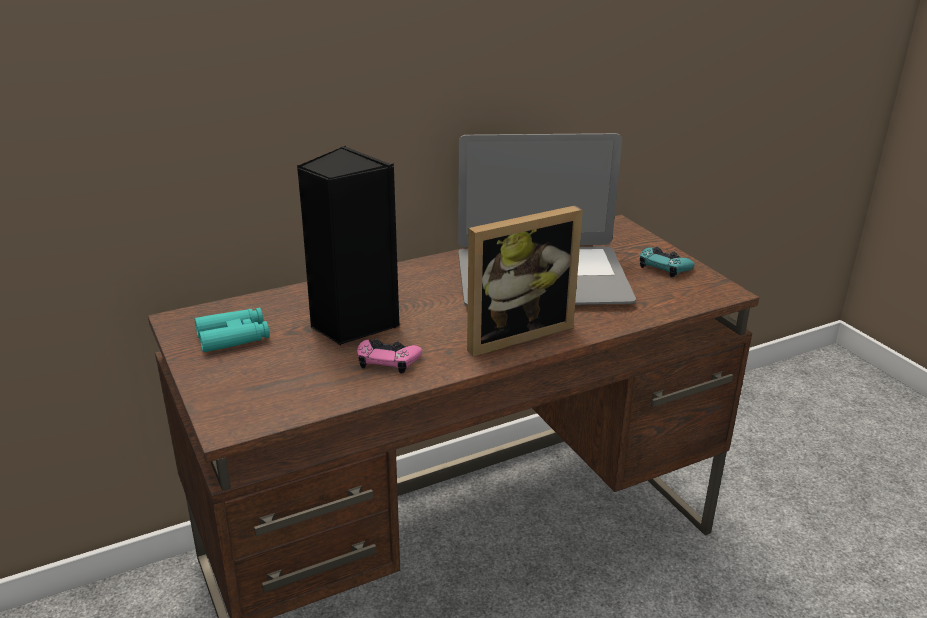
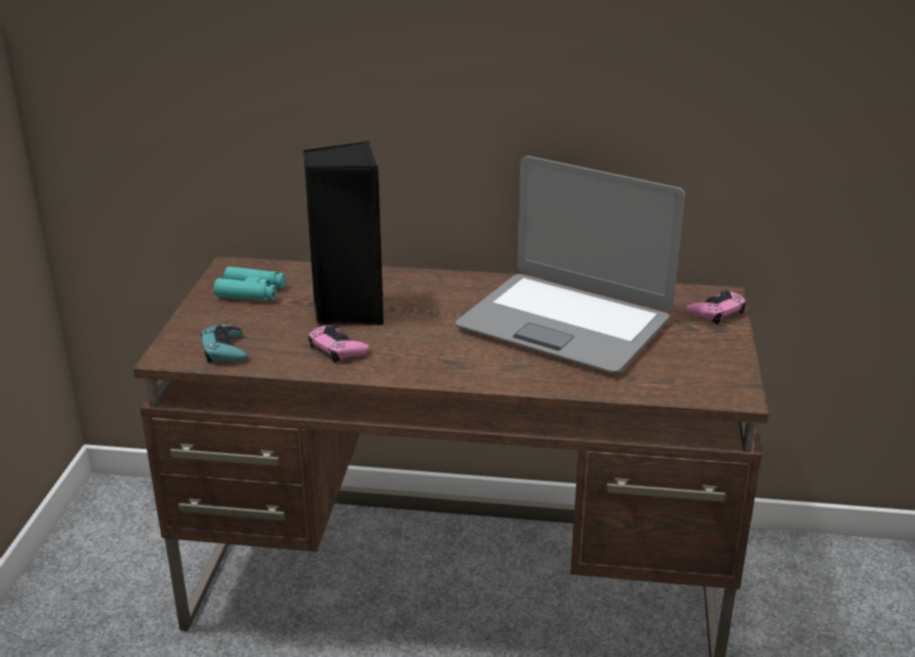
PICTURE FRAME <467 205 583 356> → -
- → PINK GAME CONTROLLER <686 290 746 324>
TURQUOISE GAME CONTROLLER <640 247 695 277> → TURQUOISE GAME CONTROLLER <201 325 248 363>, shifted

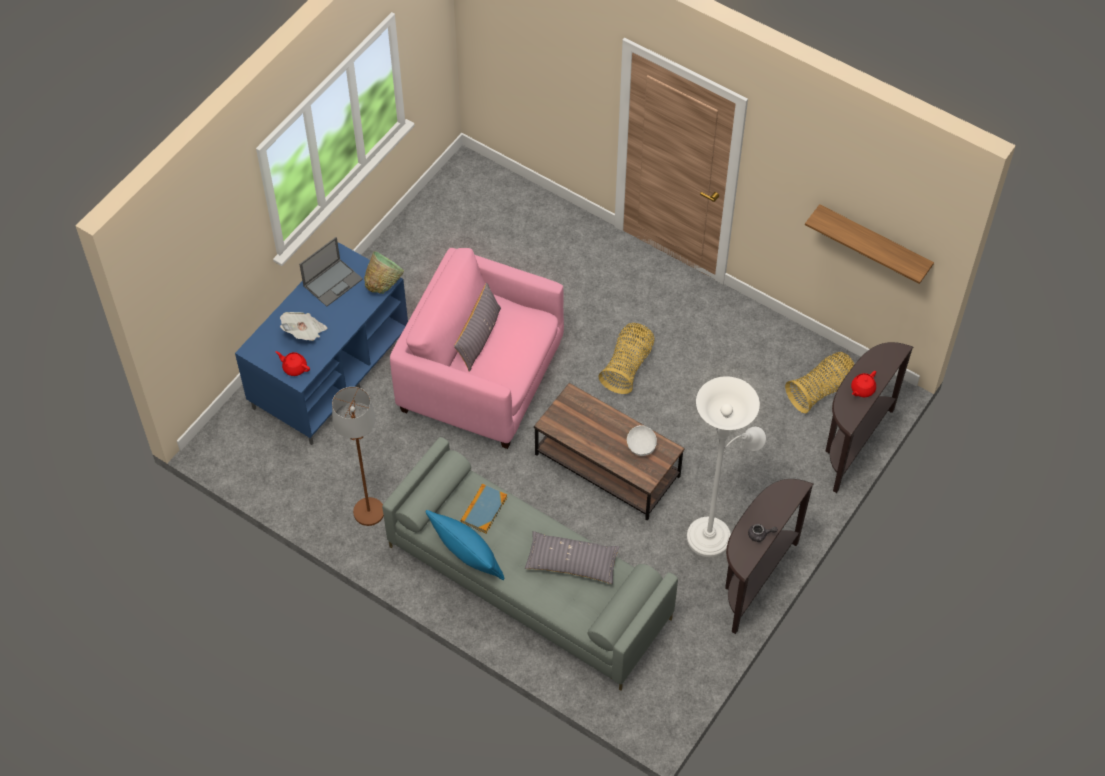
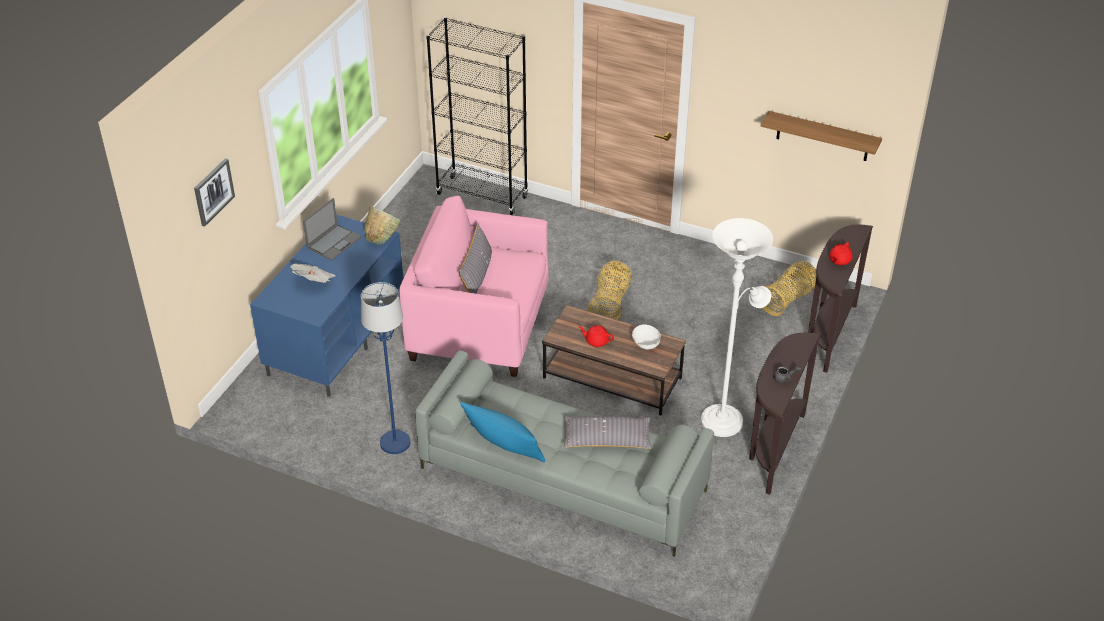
BOOK <461 484 507 533> → -
- → PICTURE <194 158 235 227>
- → BLACK BOOKCASE <426 17 528 215>
RED TEAPOT <276 351 310 376> → RED TEAPOT <579 325 614 347>, shifted
BROWN FLOOR LAMP <332 387 384 526> → BLUE FLOOR LAMP <361 282 410 454>

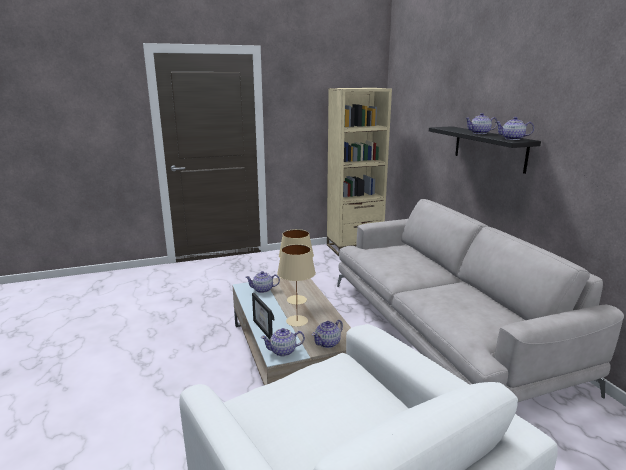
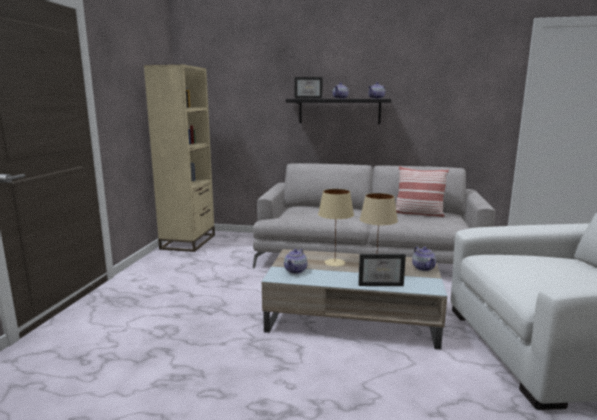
TEAPOT <261 328 305 356> → -
- → PICTURE FRAME <294 77 323 99>
- → PILLOW <396 166 449 217>

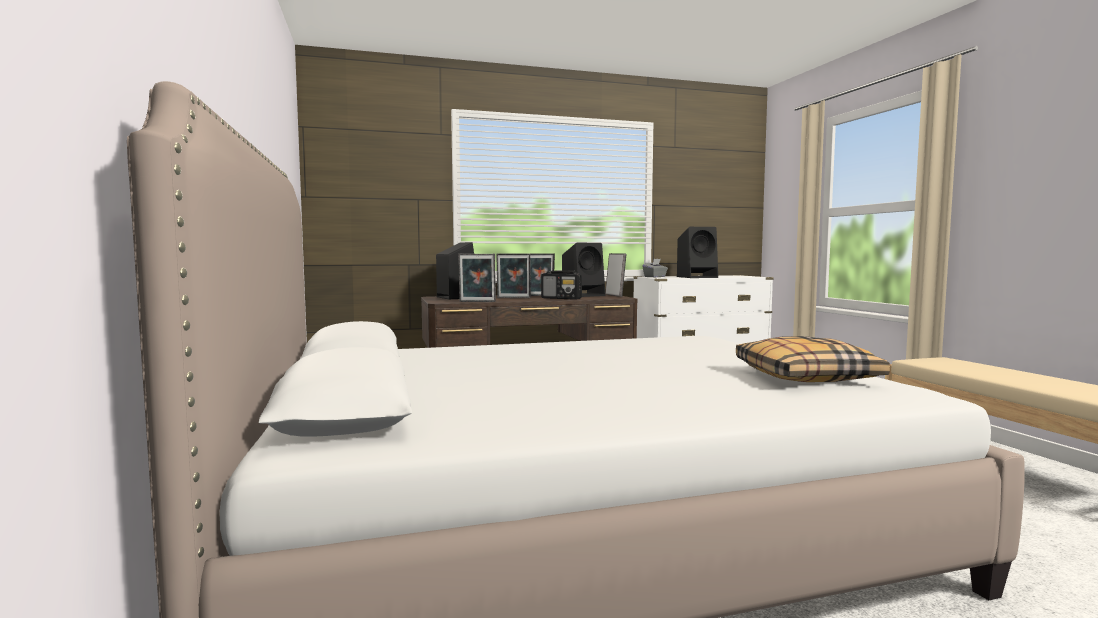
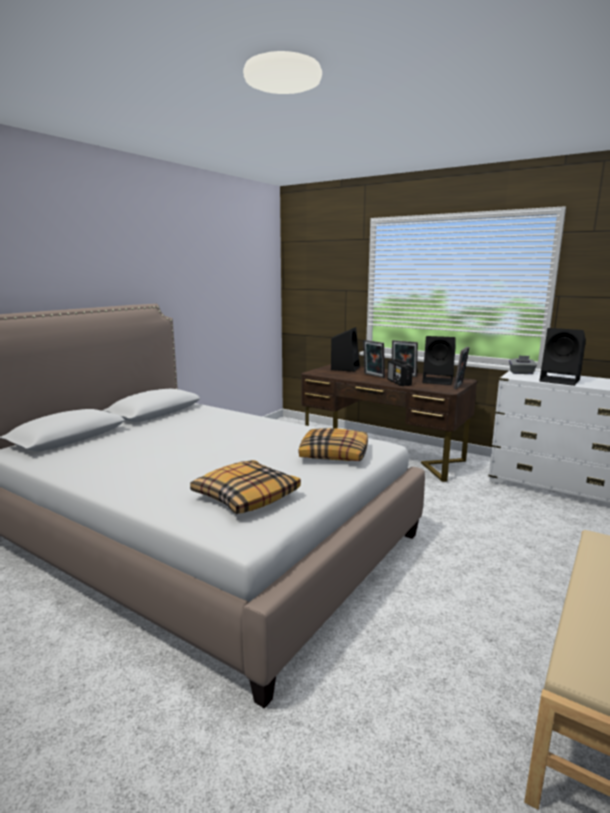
PICTURE FRAME <458 254 496 302> → -
- → PILLOW <299 428 368 461>

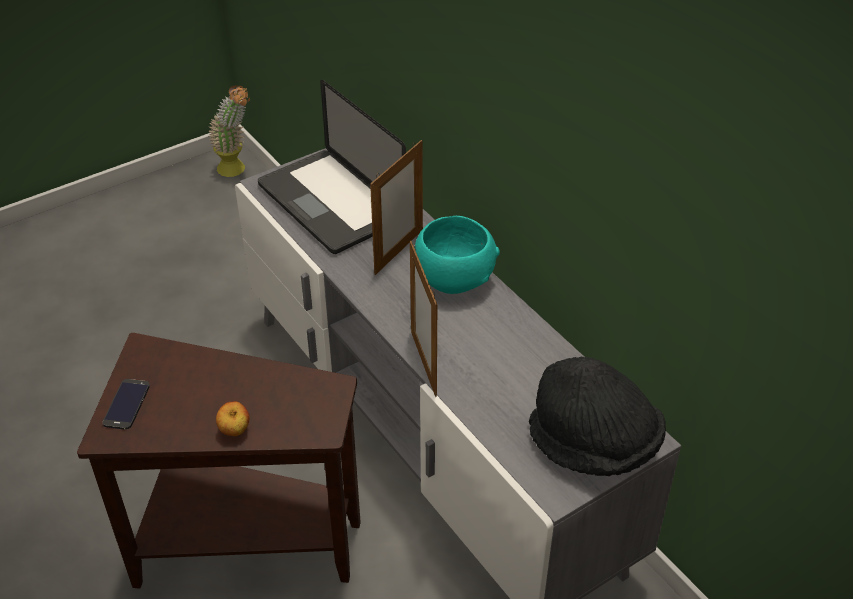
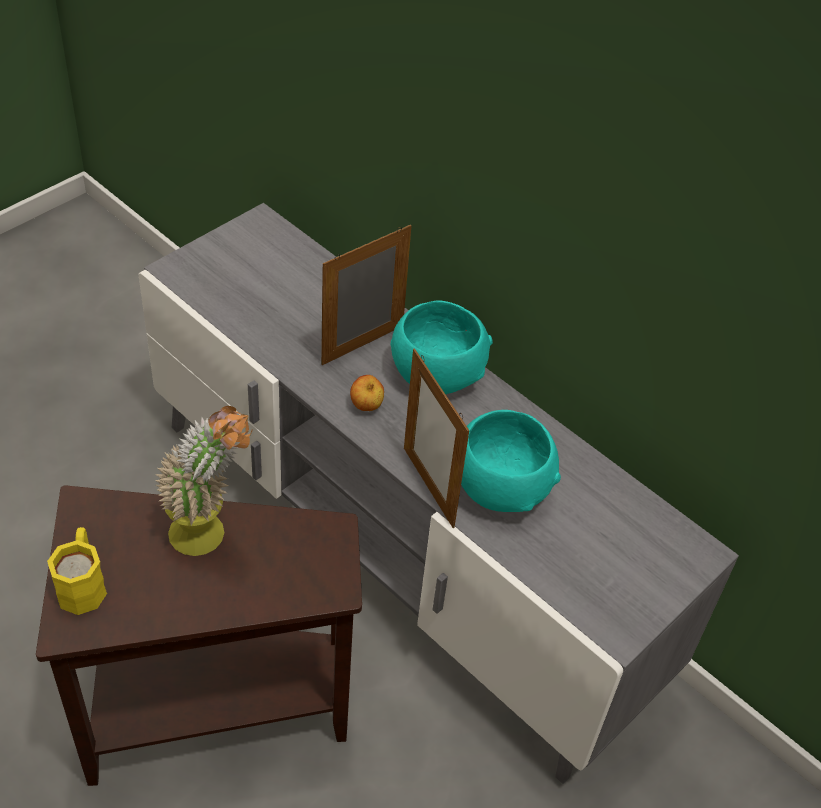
LAPTOP <258 80 406 254> → -
BLACK HAT <529 357 666 476> → -
- → TURQUOISE BOWL <461 410 561 512>
POTTED PLANT <208 85 250 177> → POTTED PLANT <155 406 253 556>, shifted
APPLE <216 401 250 436> → APPLE <350 375 384 411>, shifted
PHONE <103 379 150 430> → YELLOW MUG <47 527 107 615>
PICTURE FRAME <370 140 423 275> → PICTURE FRAME <321 225 411 365>, 150 degrees counterclockwise

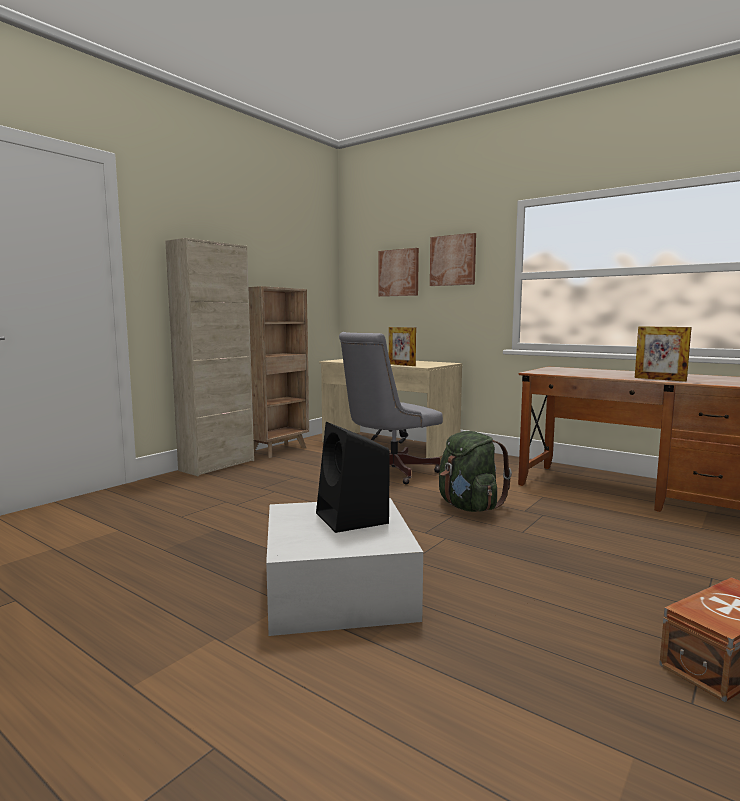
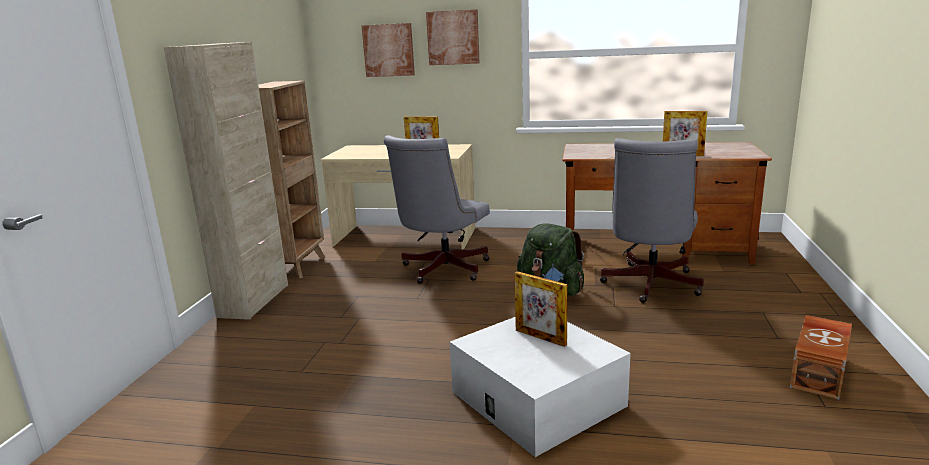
- → GREY OFFICE CHAIR <600 138 704 303>
BLACK SPEAKER <316 422 390 533> → PICTURE FRAME <515 271 568 347>

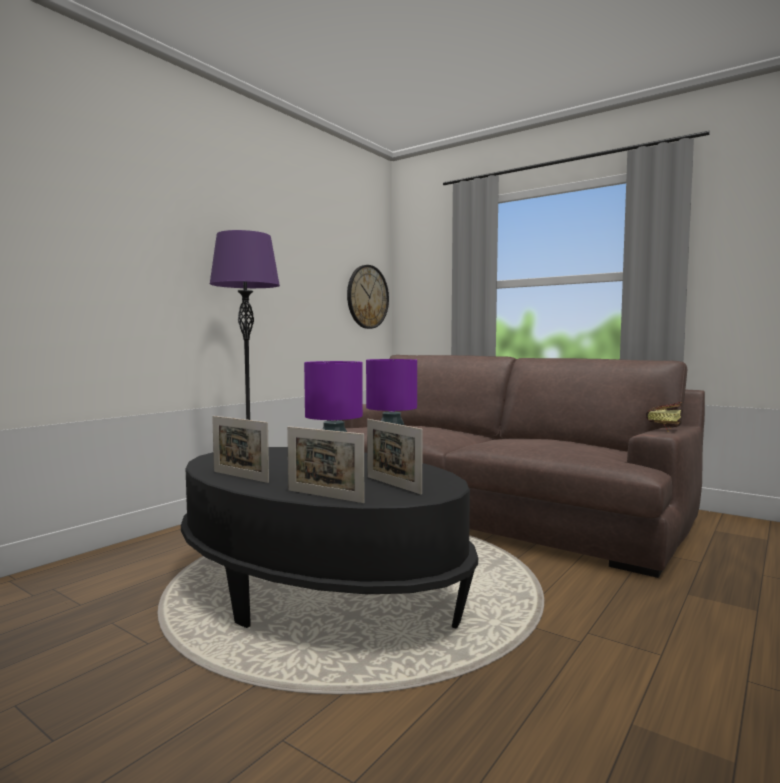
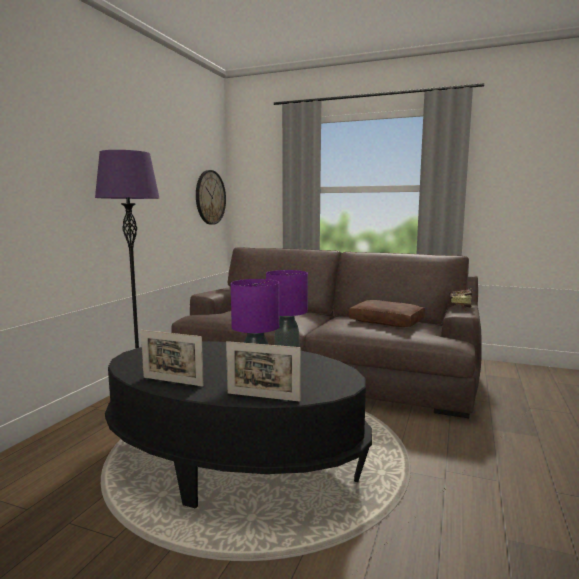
PICTURE FRAME <367 419 423 495> → -
- → BROWN PILLOW <349 300 425 327>

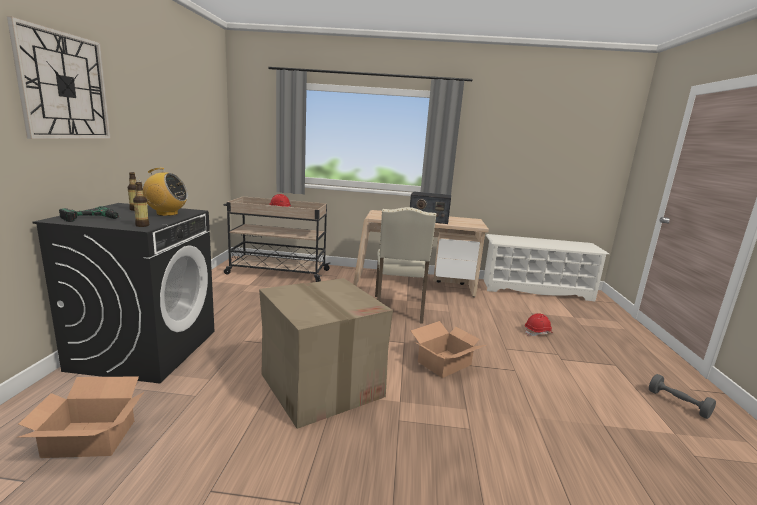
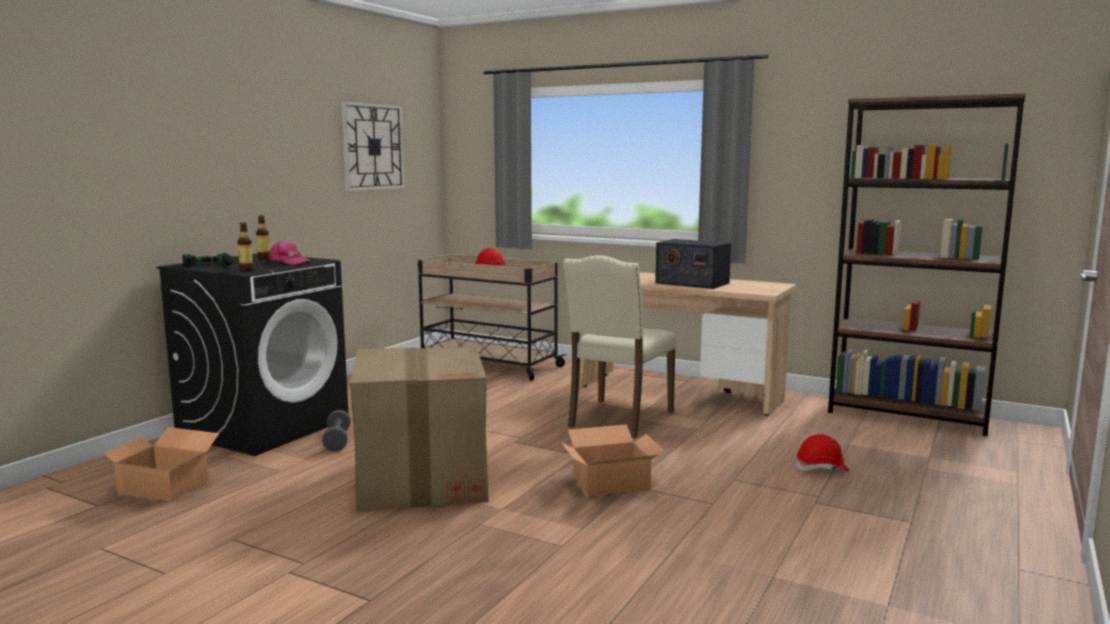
WALL CLOCK <7 16 111 139> → WALL CLOCK <341 102 405 191>, shifted
GREY DUMBBELL <649 374 716 419> → GREY DUMBBELL <322 410 351 451>, shifted
RADIO <139 168 188 216> → PINK CAP <265 241 311 265>
WHITE SHOE RACK <483 234 609 302> → BROWN BOOKCASE <828 93 1026 436>

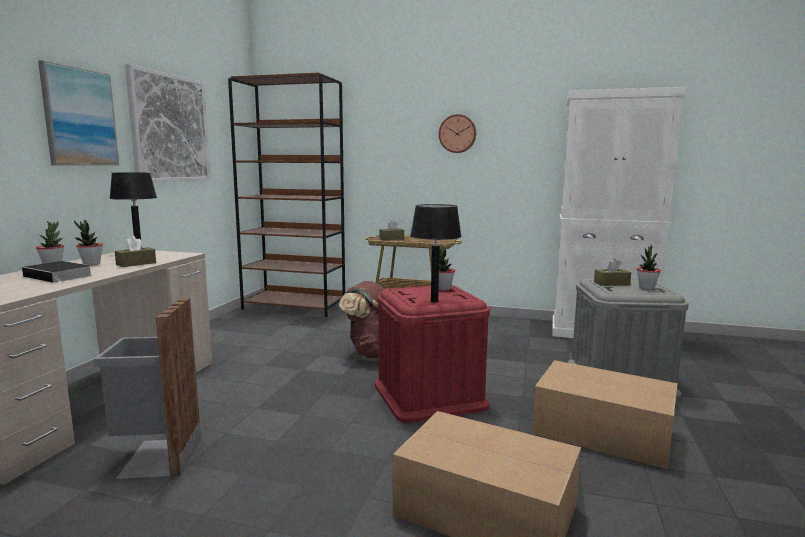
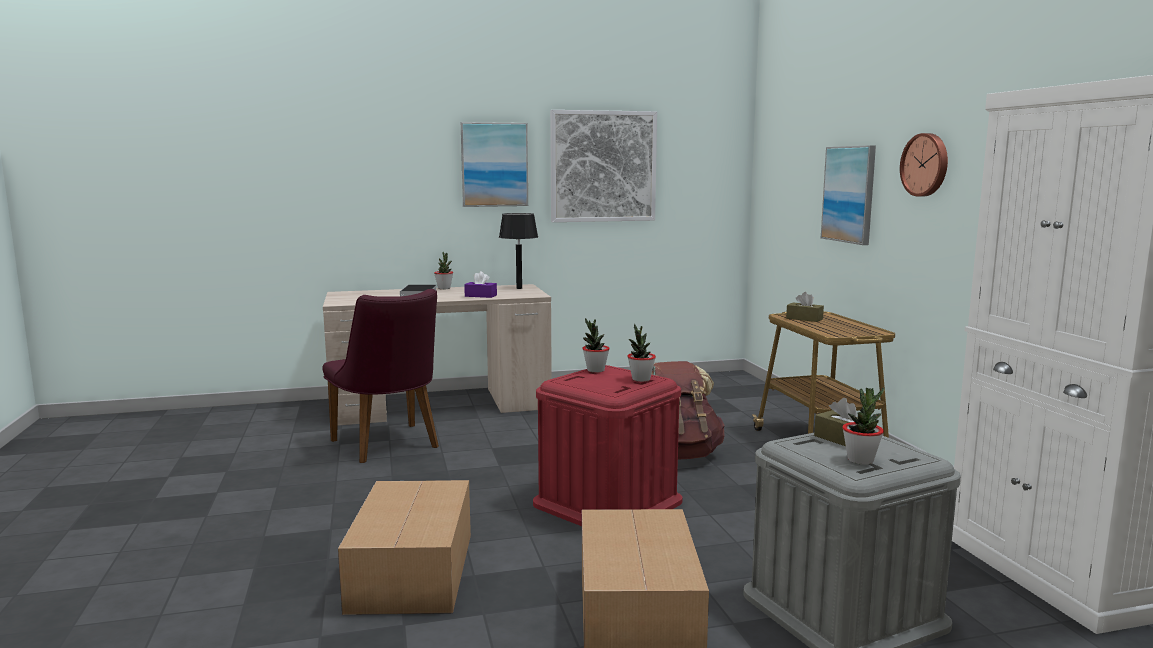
BROWN BOOKCASE <228 72 345 317> → -
BLACK TABLE LAMP <410 204 462 303> → -
- → PICTURE <821 145 876 245>
POTTED PLANT <74 220 103 265> → POTTED PLANT <583 318 610 373>, shifted
GREY TRASH CAN <94 298 201 479> → PURPLE CHAIR <322 289 439 463>
BROWN TISSUE BOX <115 236 156 267> → PURPLE TISSUE BOX <464 271 497 298>

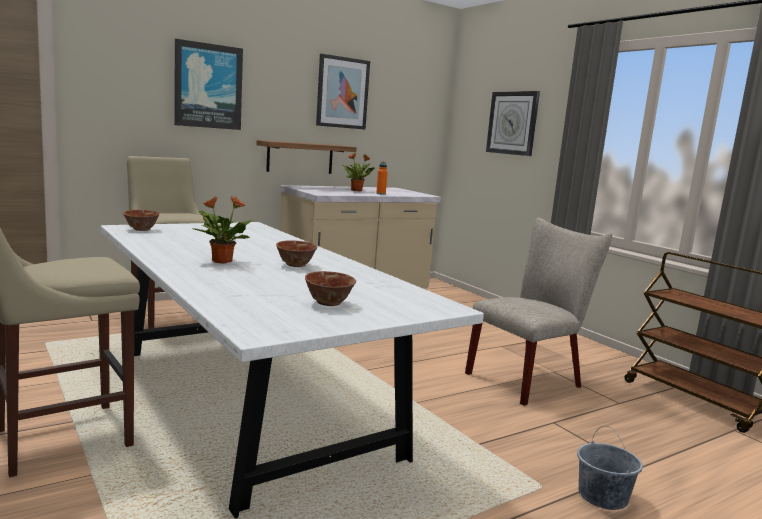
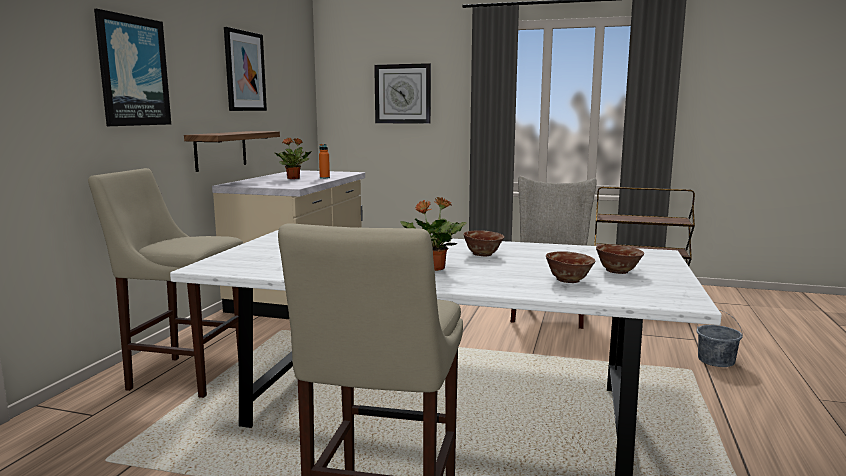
BOWL <123 210 160 231> → BOWL <546 251 595 283>, shifted

